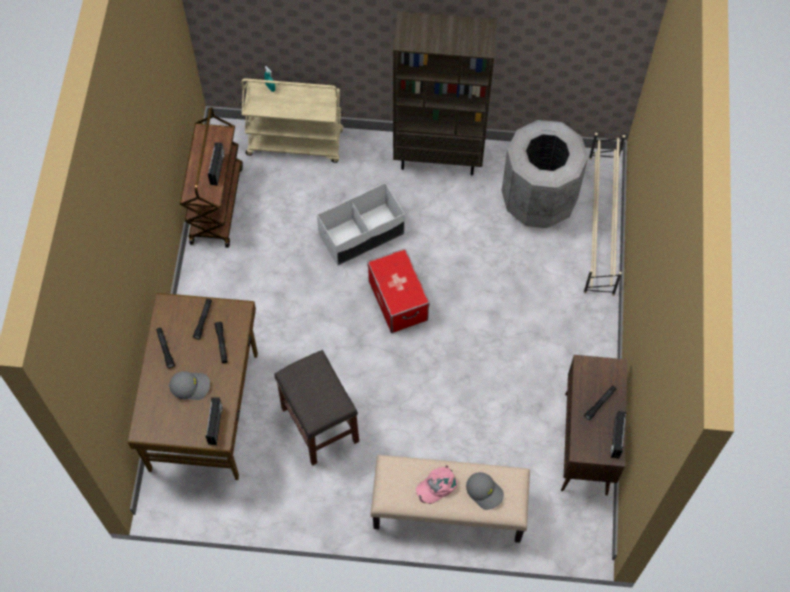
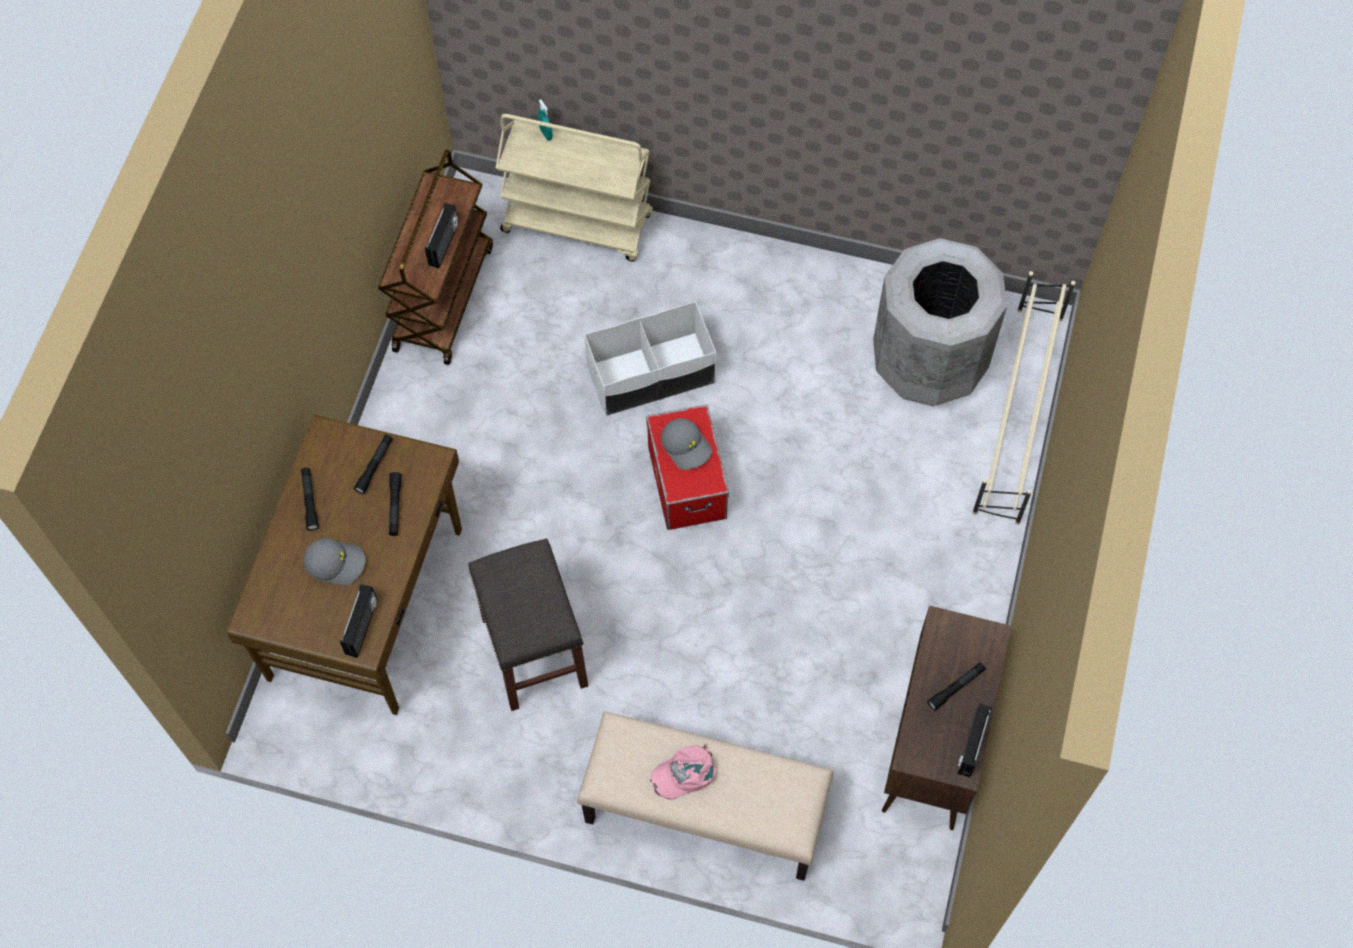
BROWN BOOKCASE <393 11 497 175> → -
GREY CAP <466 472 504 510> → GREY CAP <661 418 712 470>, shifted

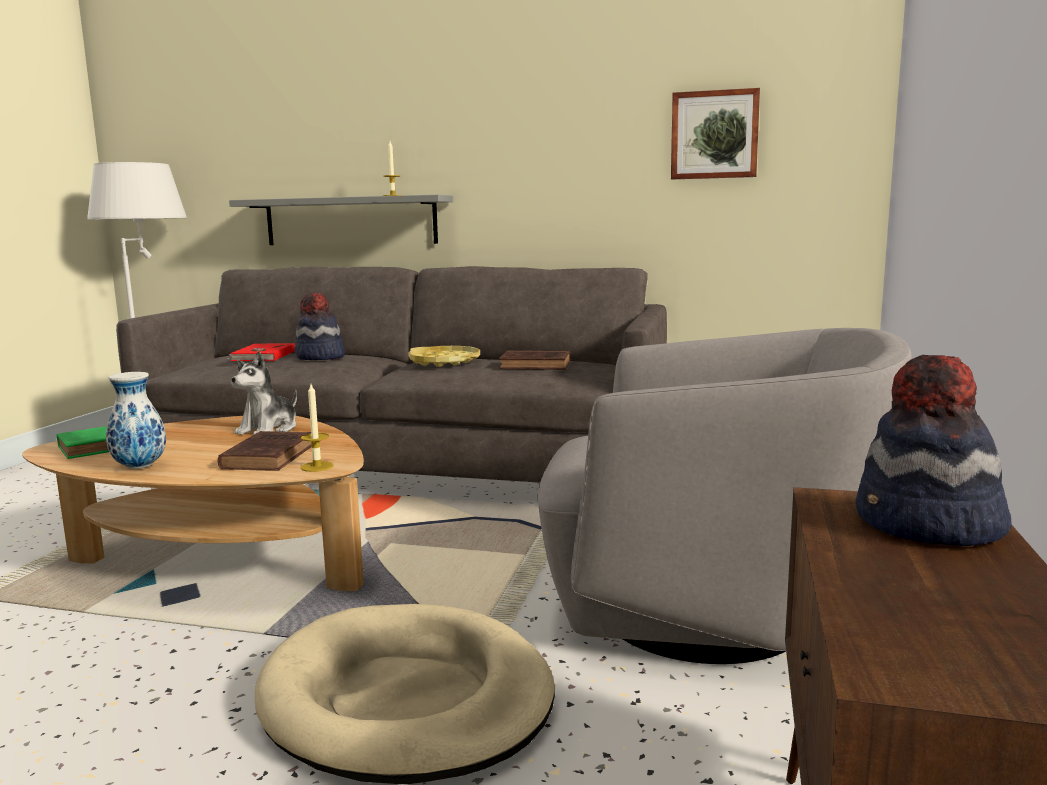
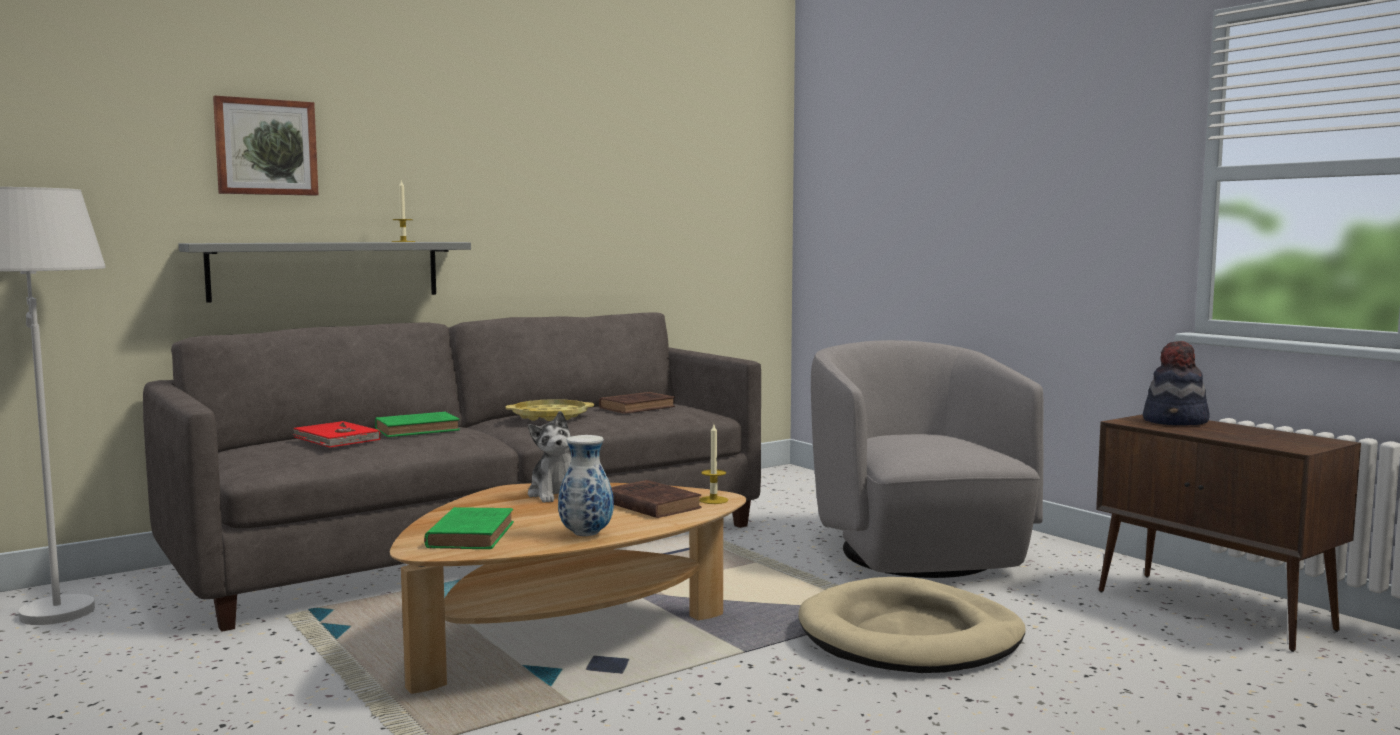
PICTURE <671 88 760 180> → PICTURE <213 96 318 196>, shifted
HAT <294 293 345 360> → GREEN BOOK <375 412 460 437>
GREY ARMCHAIR <537 328 912 664> → GREY ARMCHAIR <811 340 1043 578>, 60 degrees counterclockwise

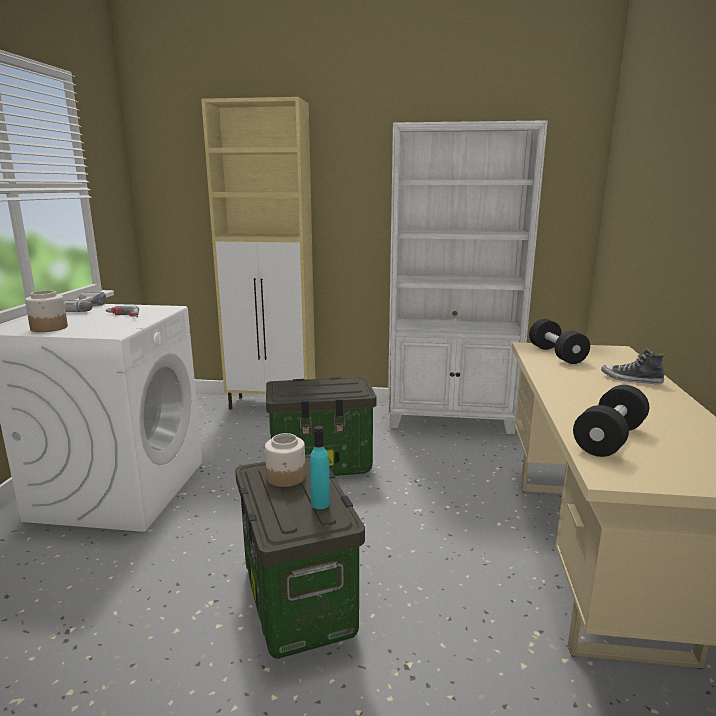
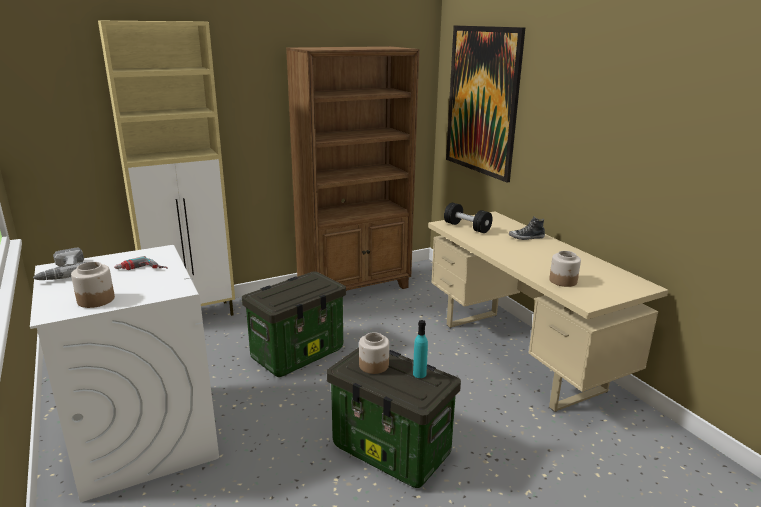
- → PICTURE <446 26 525 183>
BLACK DUMBBELL <573 385 649 457> → JAR <549 251 581 287>
WHITE BOOKCASE <388 120 548 434> → BROWN BOOKCASE <286 46 419 291>

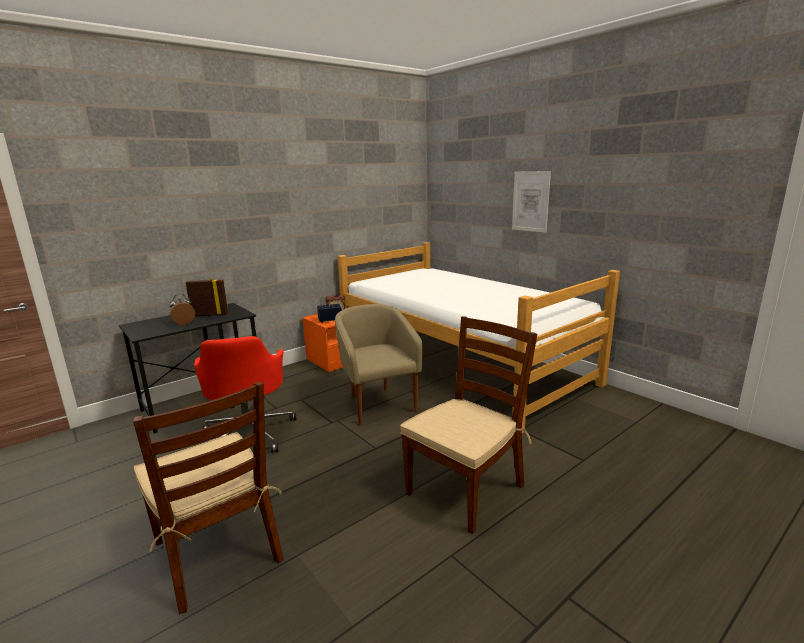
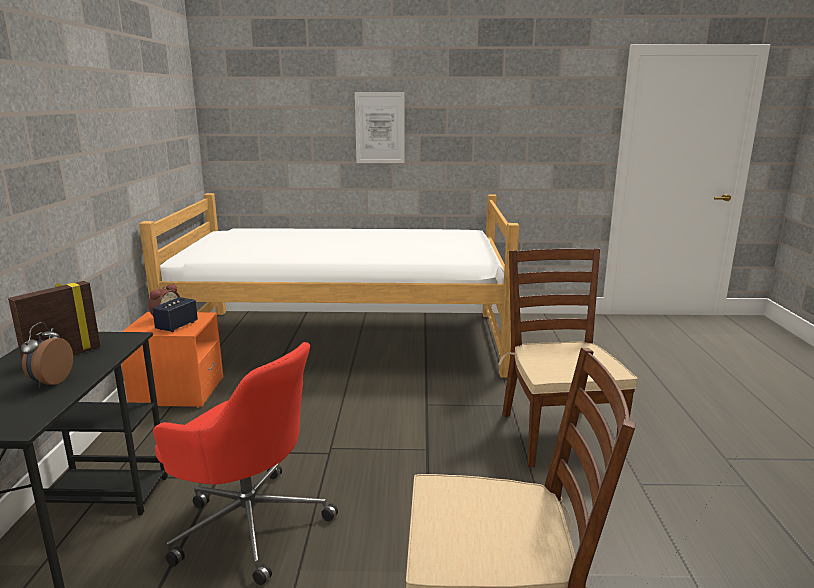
BEIGE ARMCHAIR <335 304 423 425> → -

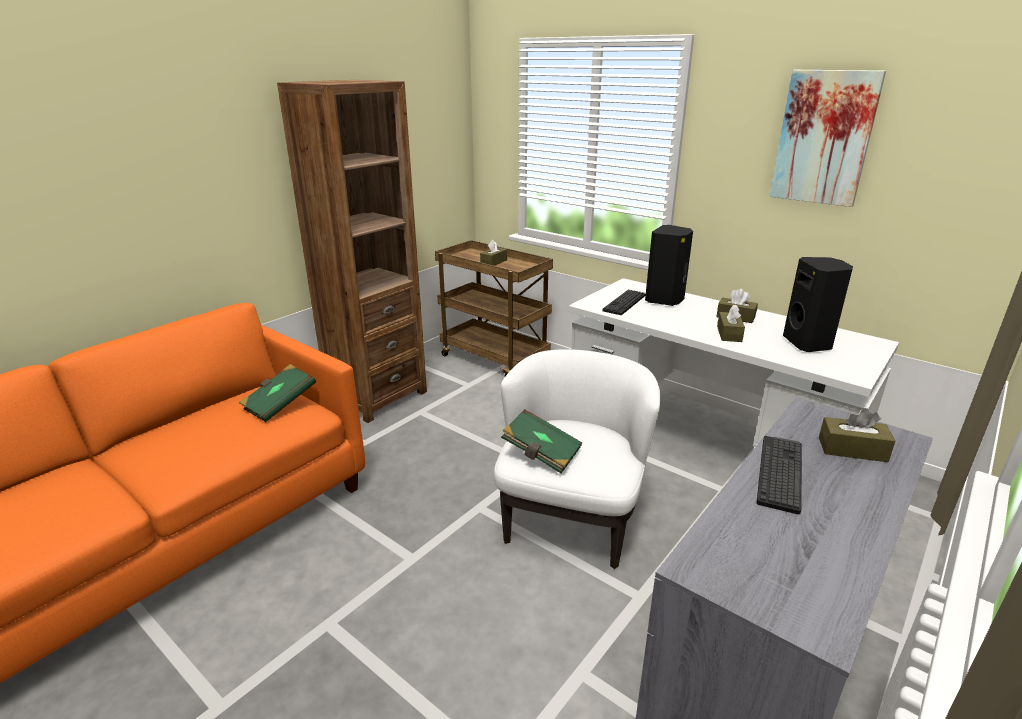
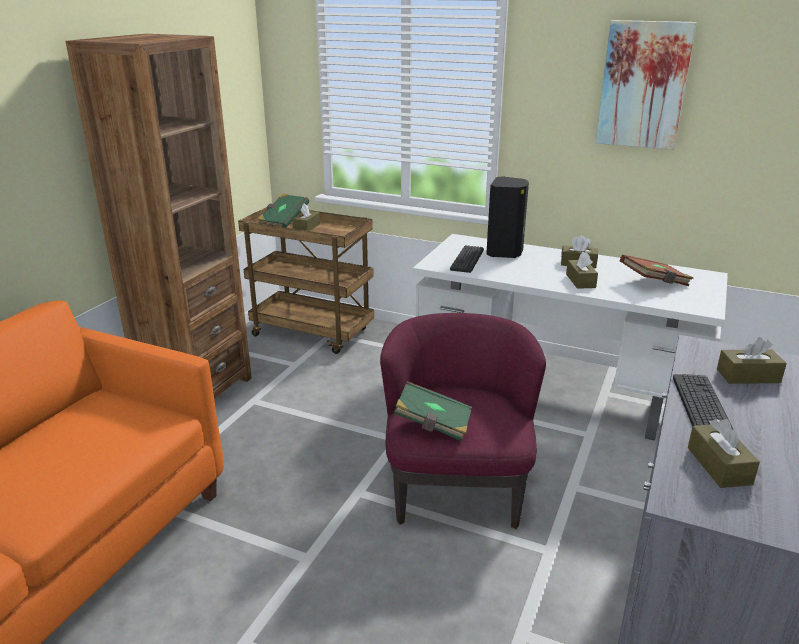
- → BROWN TISSUE BOX <688 419 760 488>
GREEN BOOK <239 364 316 422> → GREEN BOOK <257 193 309 227>, shifted
BLACK SPEAKER <783 257 853 352> → BROWN BOOK <620 255 694 286>
WHITE ARMCHAIR <494 349 660 569> → PURPLE ARMCHAIR <380 313 546 529>

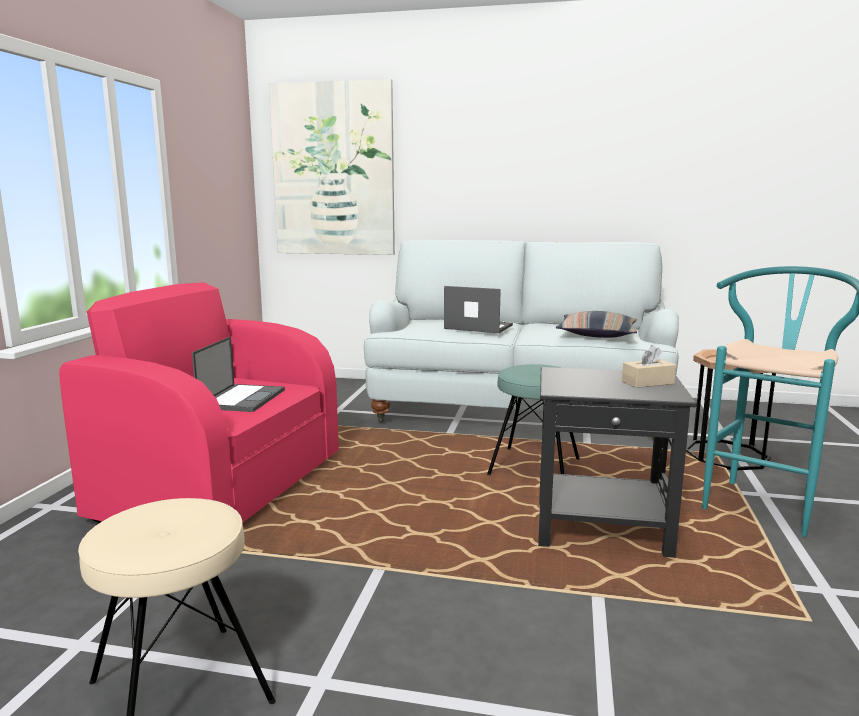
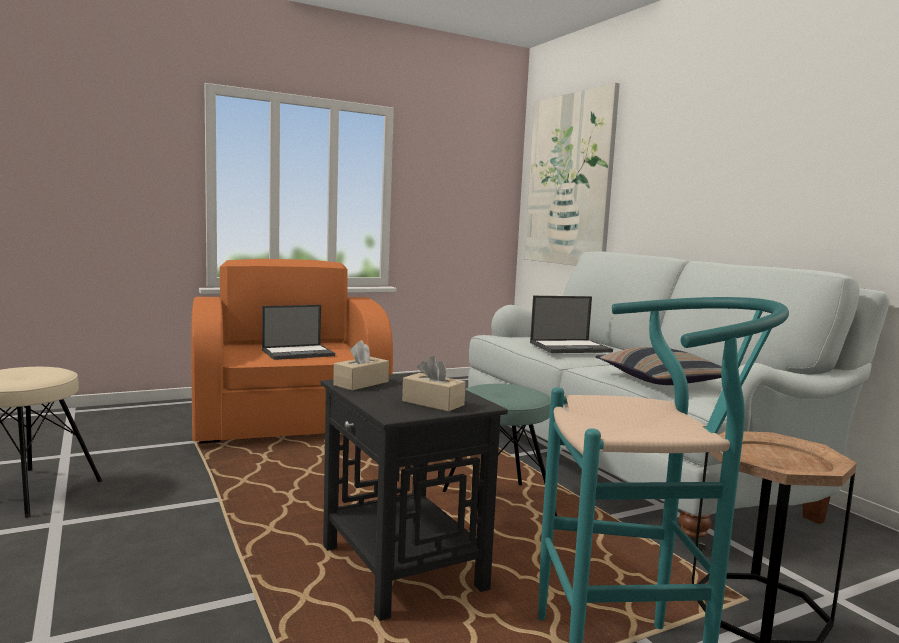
- → BEIGE TISSUE BOX <333 340 389 390>
PINK ARMCHAIR <59 282 339 523> → ORANGE ARMCHAIR <191 259 393 444>
LAPTOP <444 286 513 333> → LAPTOP <530 296 613 353>, 90 degrees clockwise

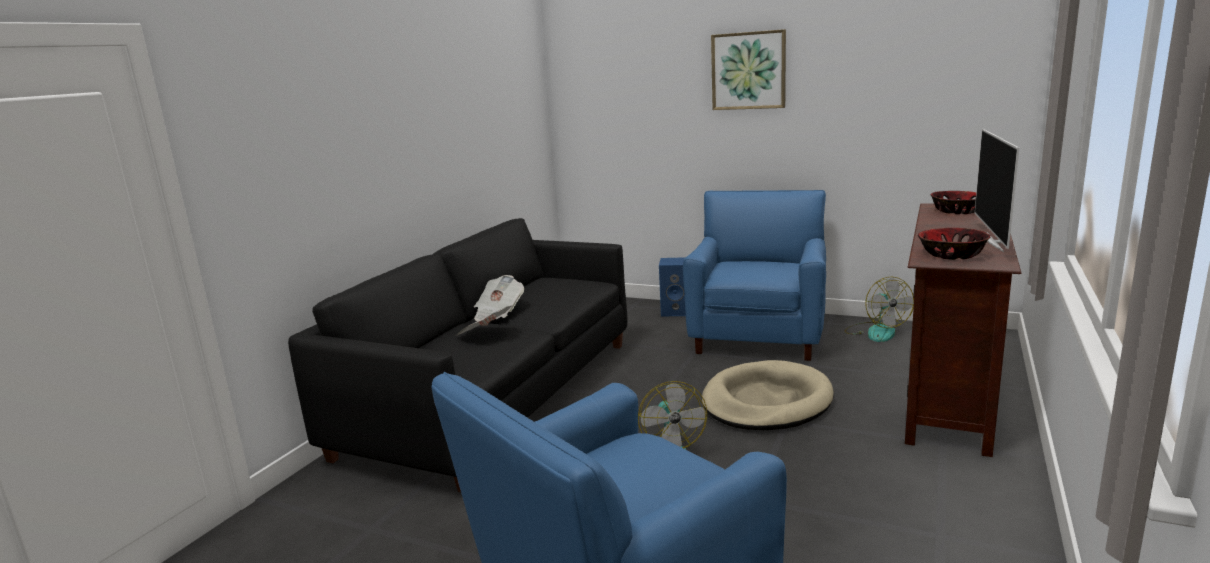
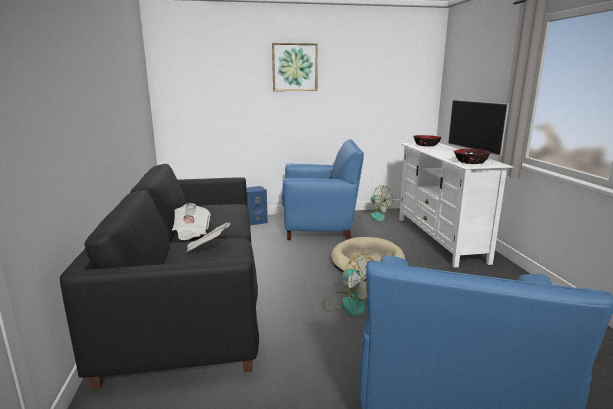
BROWN TV STAND <905 203 1022 457> → WHITE TV STAND <399 142 513 268>
BLUE ARMCHAIR <683 190 826 361> → BLUE ARMCHAIR <282 140 364 240>, 105 degrees clockwise

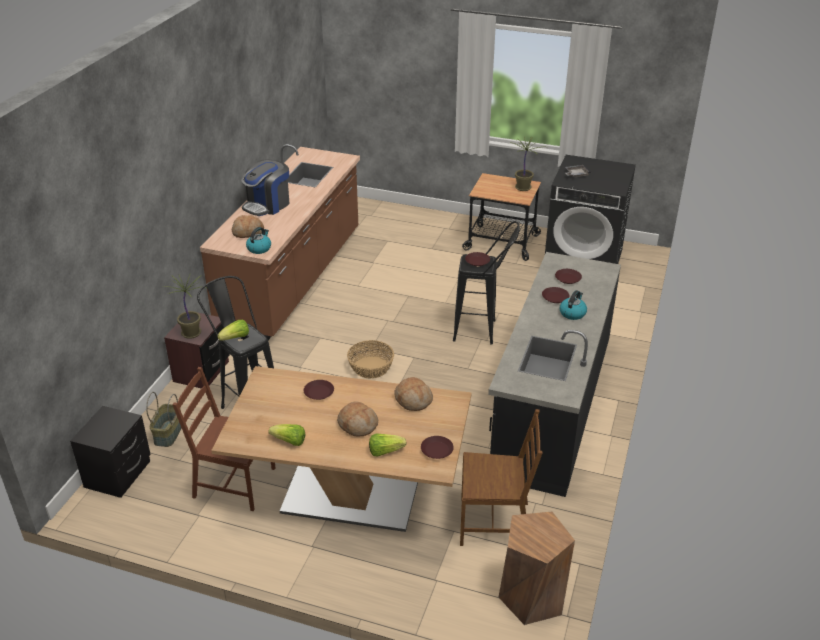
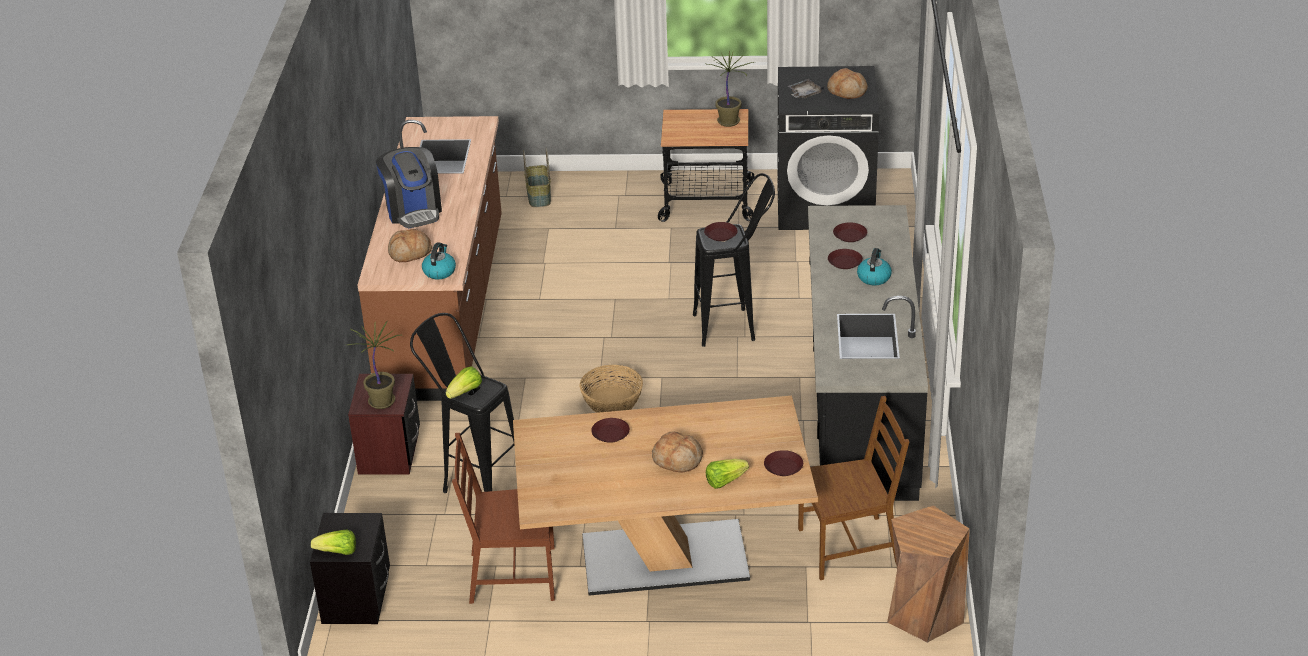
BASKET <146 392 182 447> → BASKET <523 148 551 207>, shifted
LETTUCE <268 424 305 446> → LETTUCE <311 530 356 555>, shifted
BREAD <394 377 433 411> → BREAD <827 68 868 99>, shifted
COFFEE MACHINE <241 159 289 216> → COFFEE MACHINE <376 147 442 228>, 45 degrees counterclockwise

